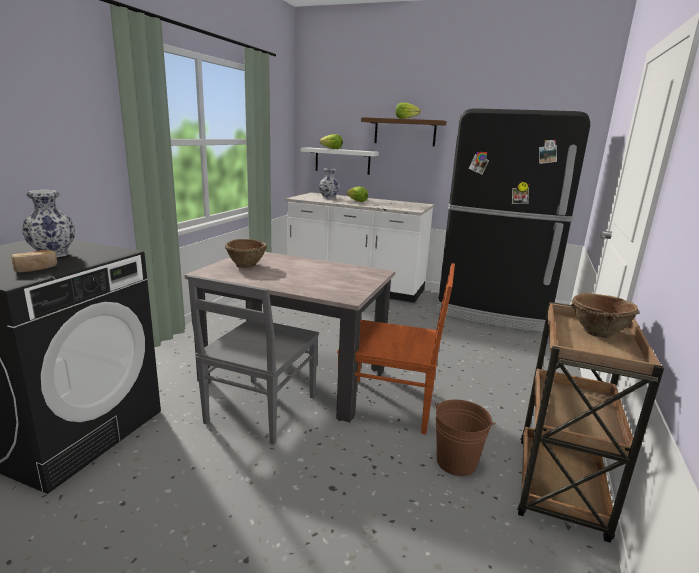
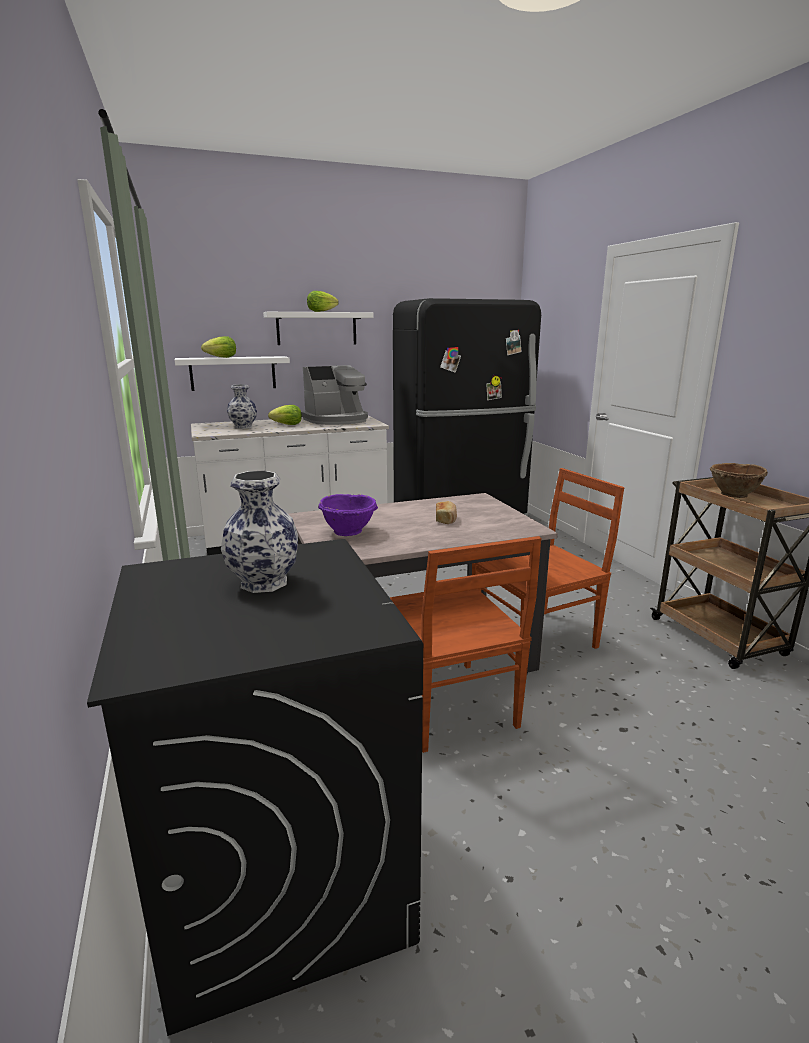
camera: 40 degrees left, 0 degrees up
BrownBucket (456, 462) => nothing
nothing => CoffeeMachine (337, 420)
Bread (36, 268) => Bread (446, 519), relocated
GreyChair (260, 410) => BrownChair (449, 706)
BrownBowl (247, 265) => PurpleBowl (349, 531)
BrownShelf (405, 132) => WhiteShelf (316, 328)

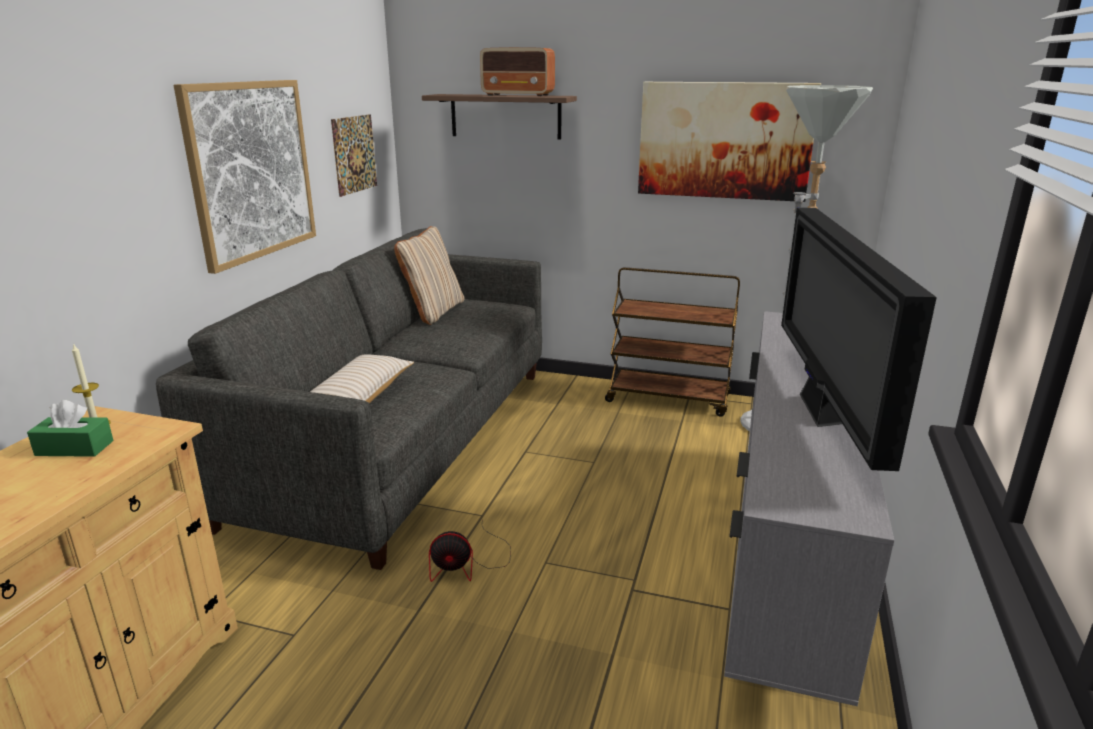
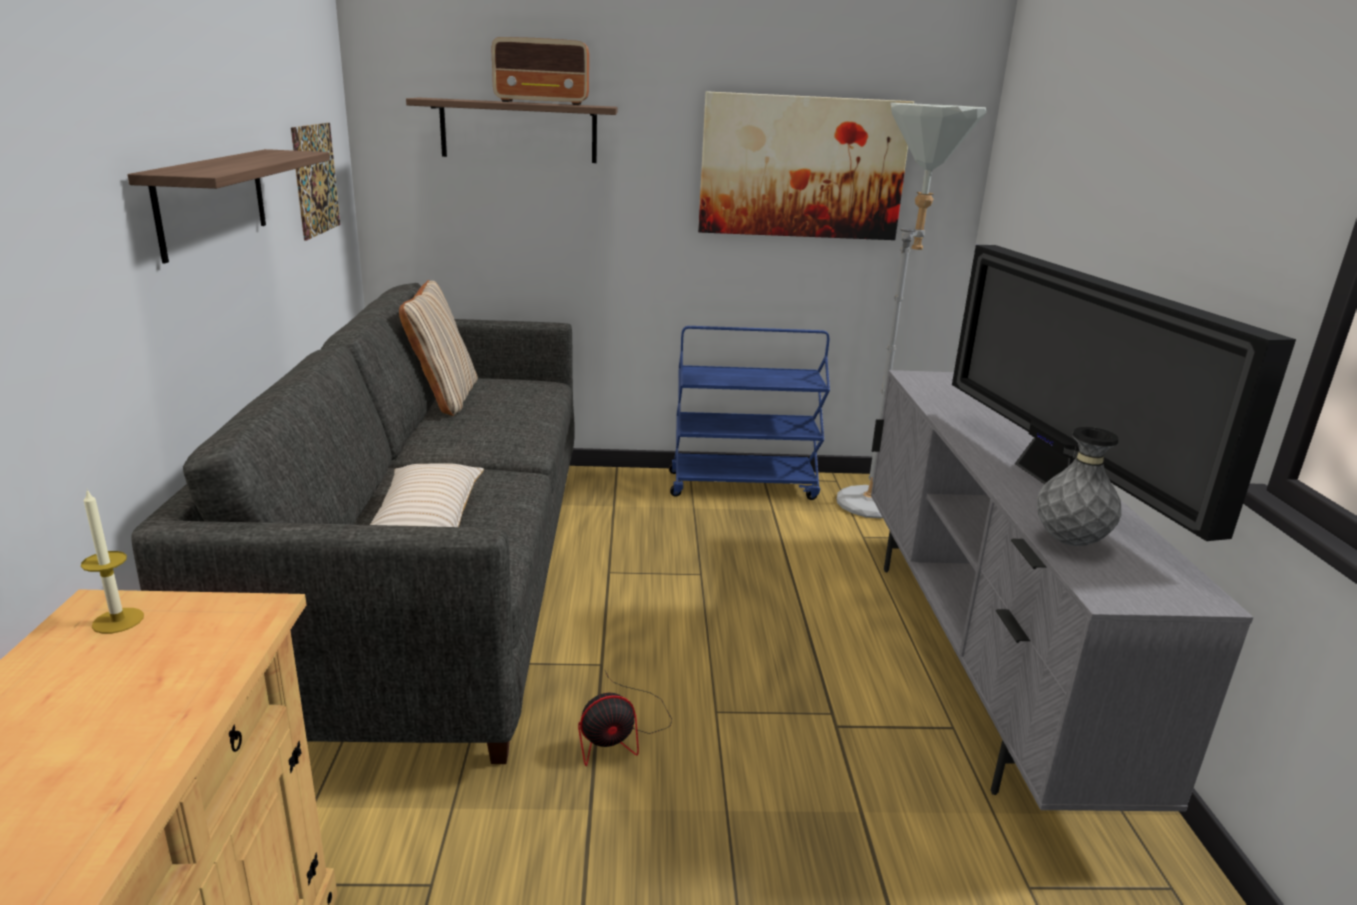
camera: 20 degrees left, 0 degrees up
GreenTissueBox (74, 448) => nothing
nothing => GreyVase (1069, 542)
Picture (251, 171) => Shelf (212, 201)
BrownCart (669, 399) => BlueCart (743, 485)

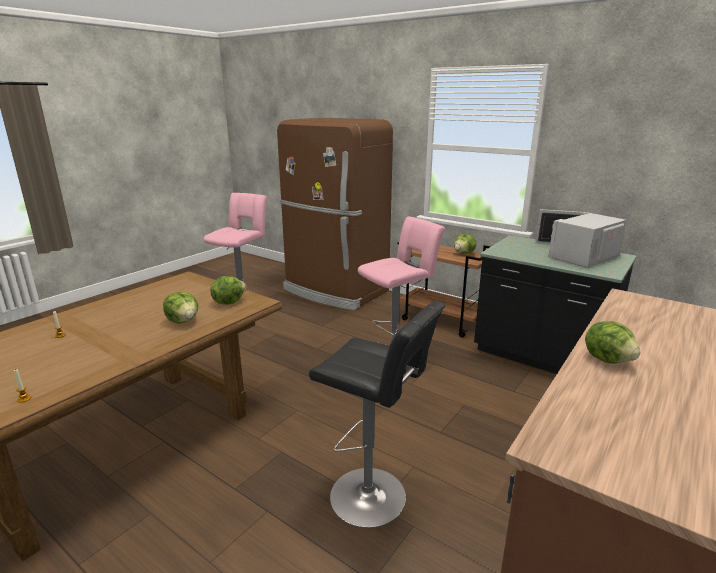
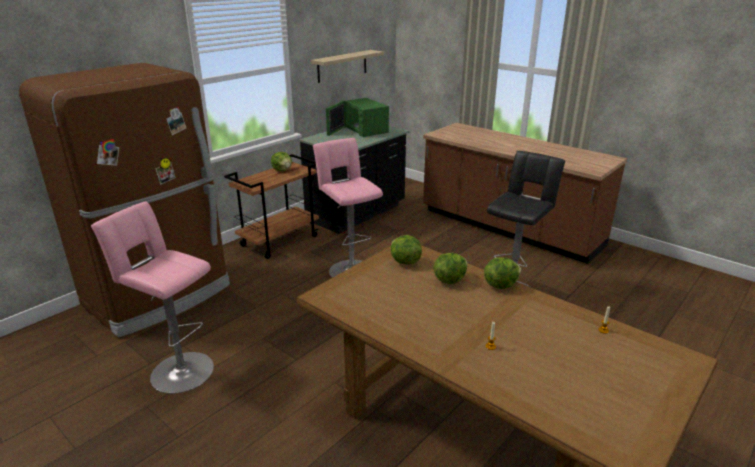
camera: 85 degrees left, 5 degrees up
nothing => Shelf (342, 66)
Lettuce (608, 359) => Lettuce (500, 285), relocated
WhiteMicrowave (582, 256) => GreenMicrowave (362, 130)

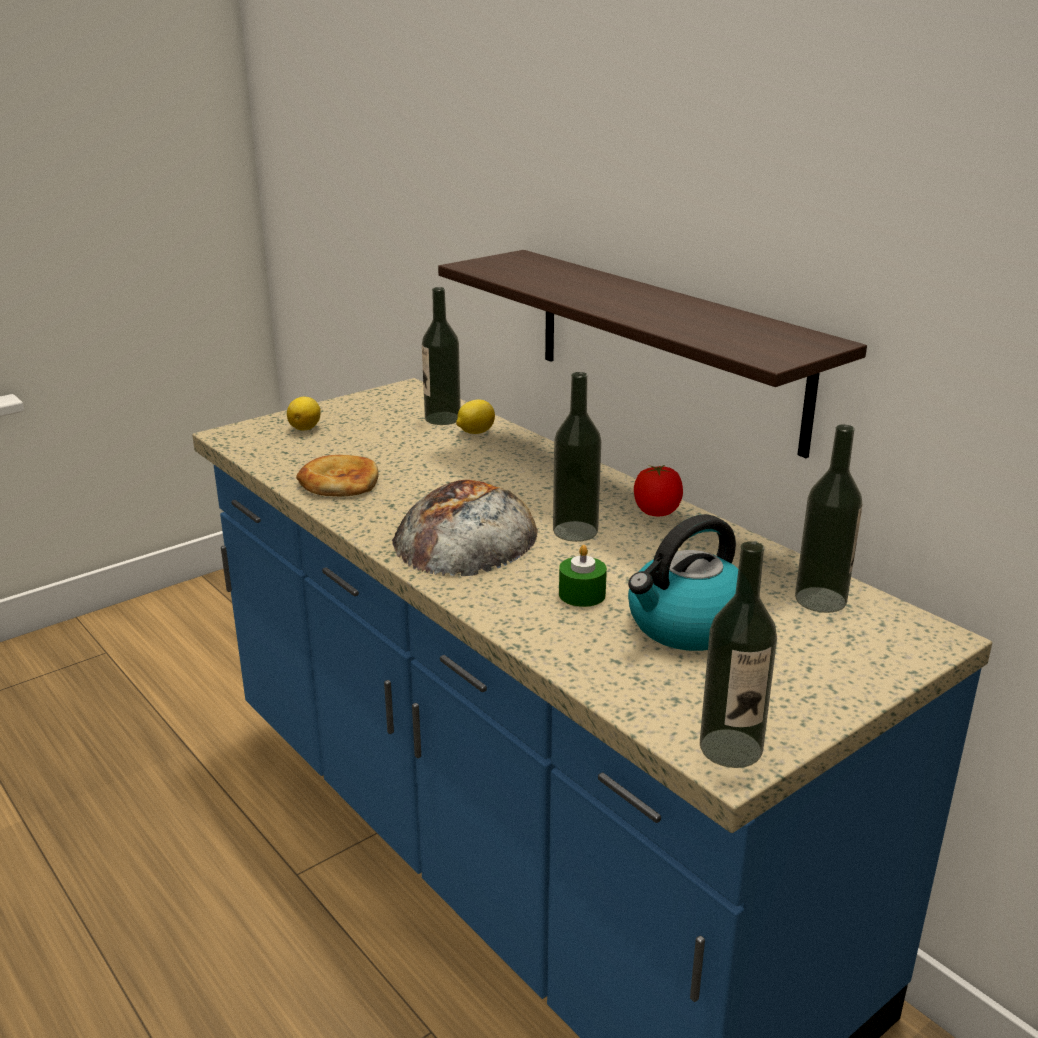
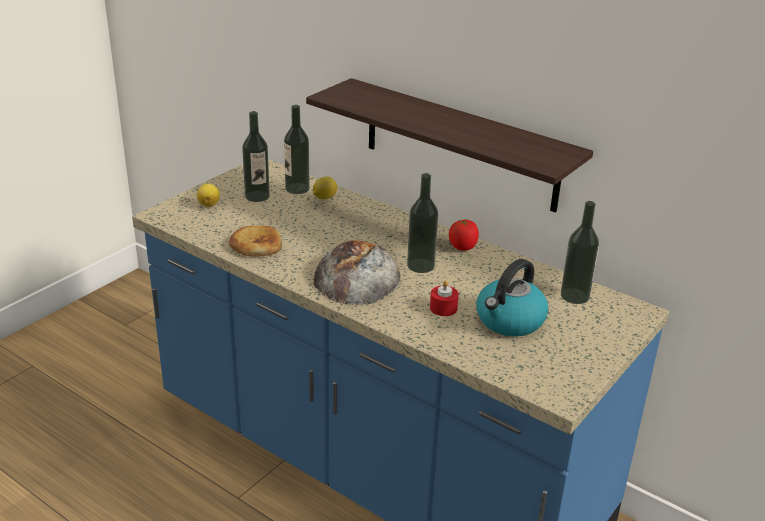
camera: 15 degrees left, 5 degrees up
Bottle (731, 748) => Bottle (257, 196), relocated
GreenCandle (582, 594) => RedCandle (443, 308)

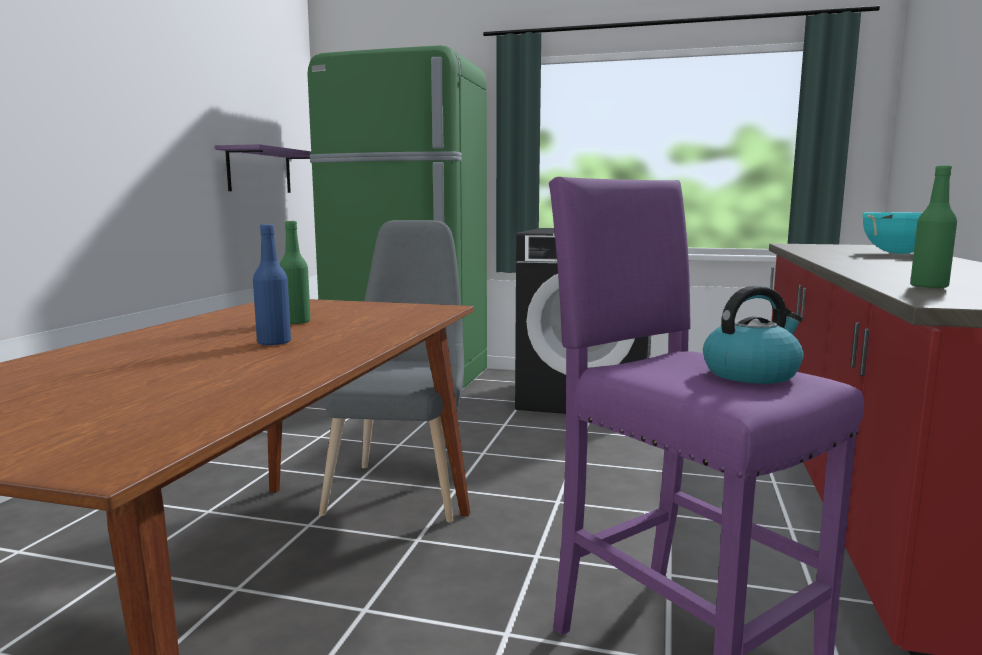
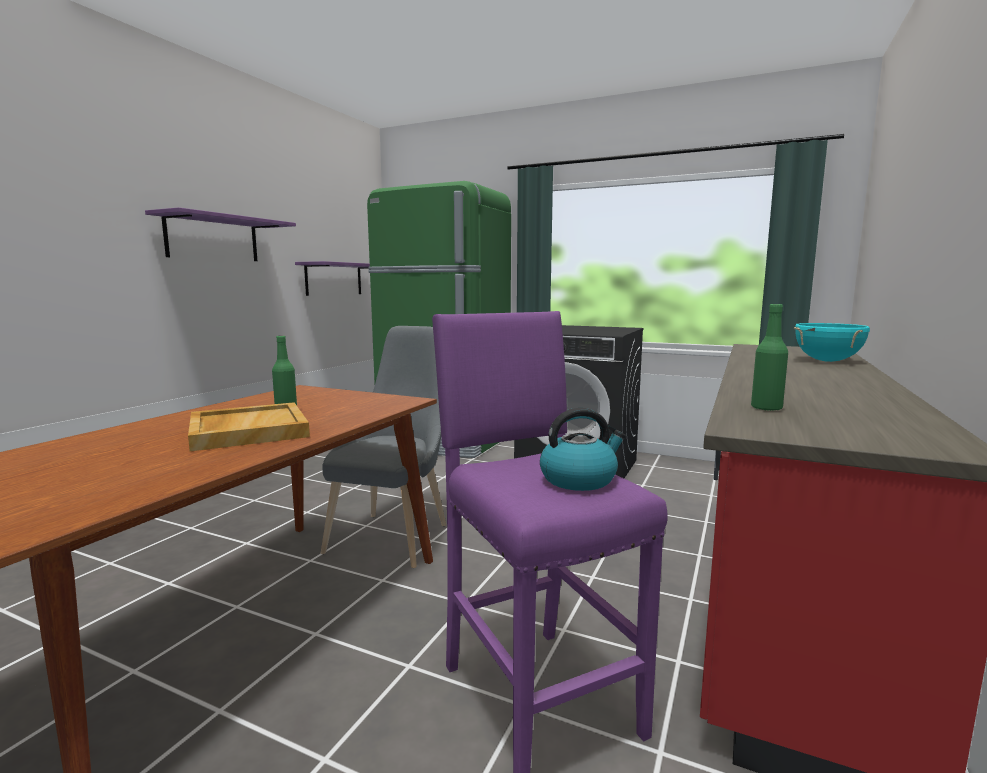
camera: 10 degrees right, 0 degrees up
nothing => PurpleShelf (213, 238)
BlueBottle (274, 343) => BeigeTray (247, 430)

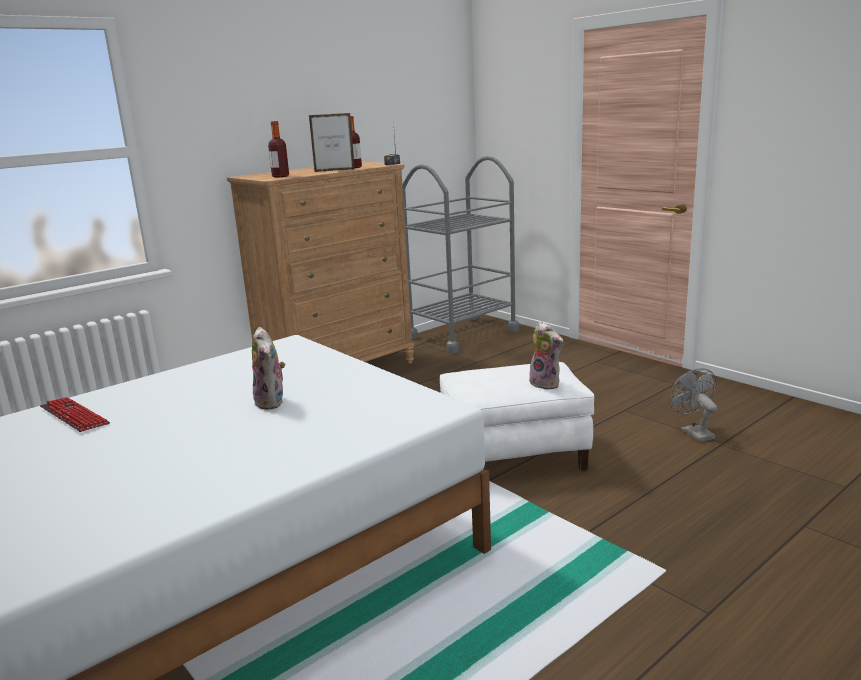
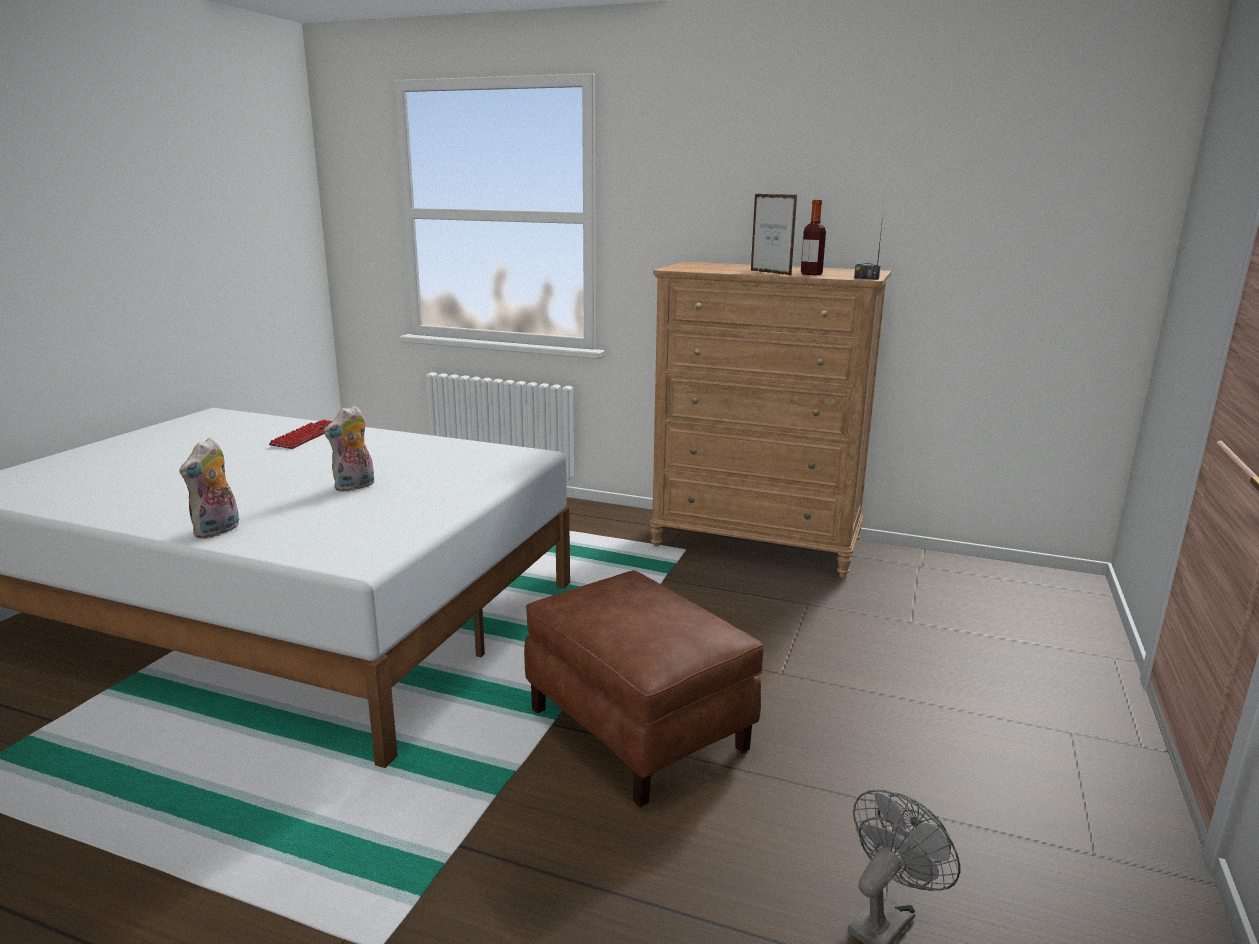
camera: 60 degrees right, 0 degrees up
Bottle (280, 176) => nothing
GreyCart (462, 334) => nothing
PlushToy (546, 384) => PlushToy (217, 531), relocated
WhiteOttoman (515, 455) => BrownOttoman (639, 729)

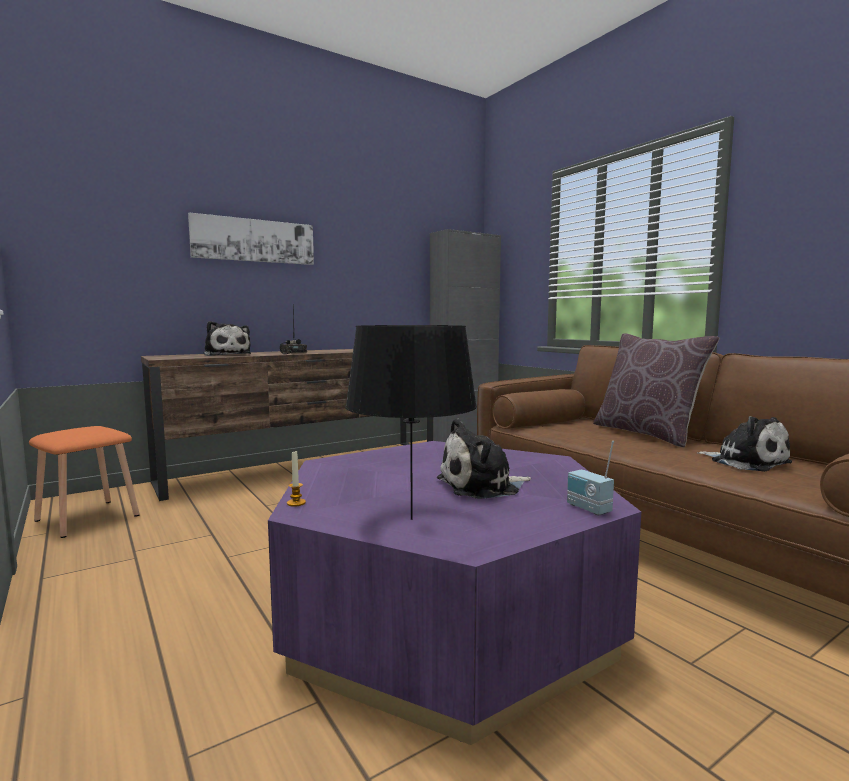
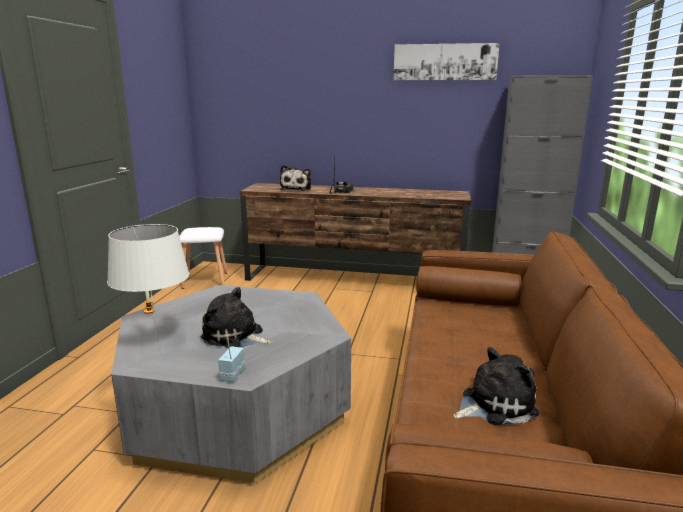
camera: 45 degrees right, 10 degrees up
BrownPillow (647, 433) => nothing
Picture (254, 240) => Picture (445, 62), relocated
OrangeStool (89, 517) => WhiteStool (206, 280)
PurpleCoffeeTable (447, 614) => GreyCoffeeTable (237, 409)
BlackTableLamp (411, 519) => WhiteTableLamp (156, 340)
PlushToy (746, 462) => PlushToy (494, 405), 120 degrees counterclockwise

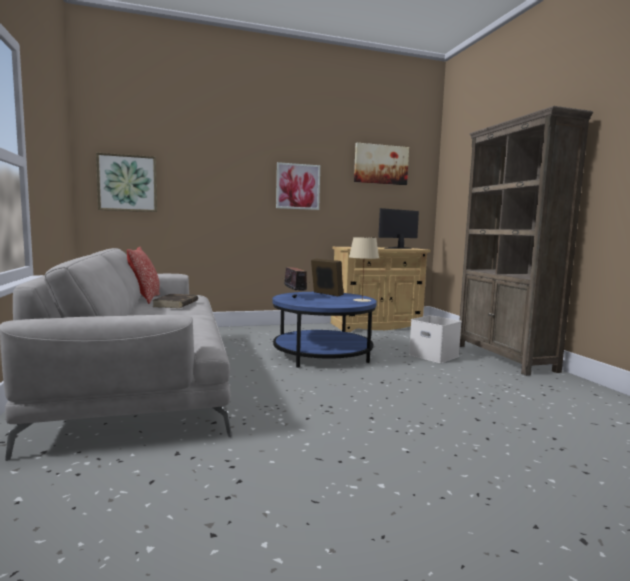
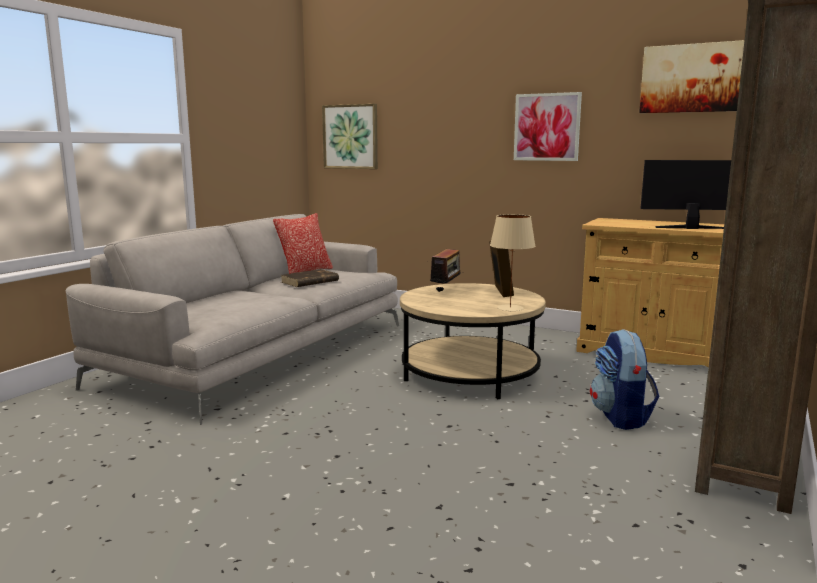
camera: 45 degrees right, 5 degrees up
WhiteStorageBox (435, 356) => Backpack (621, 417)
BlueCoffeeTable (322, 354) => BeigeCoffeeTable (470, 373)

